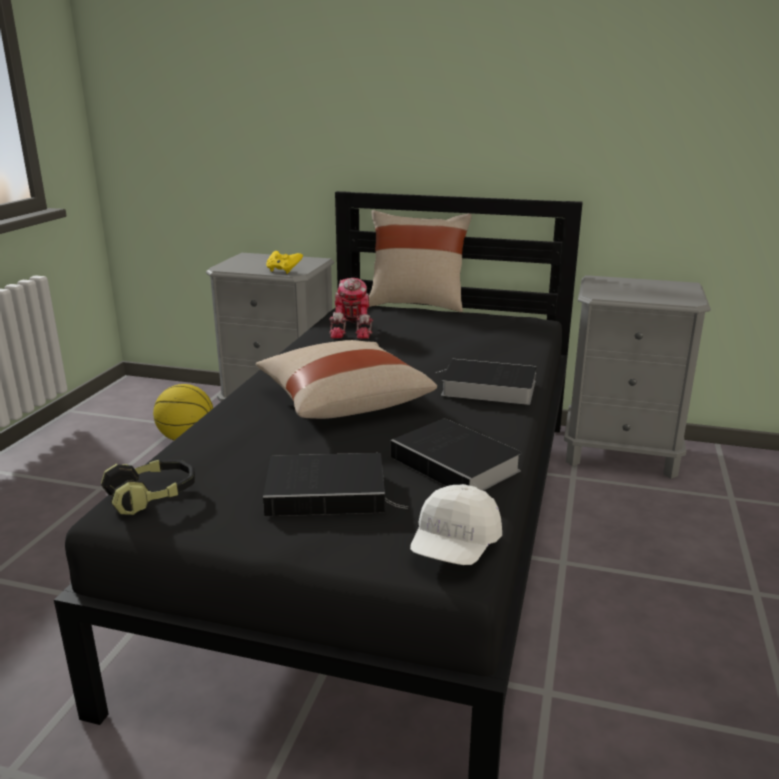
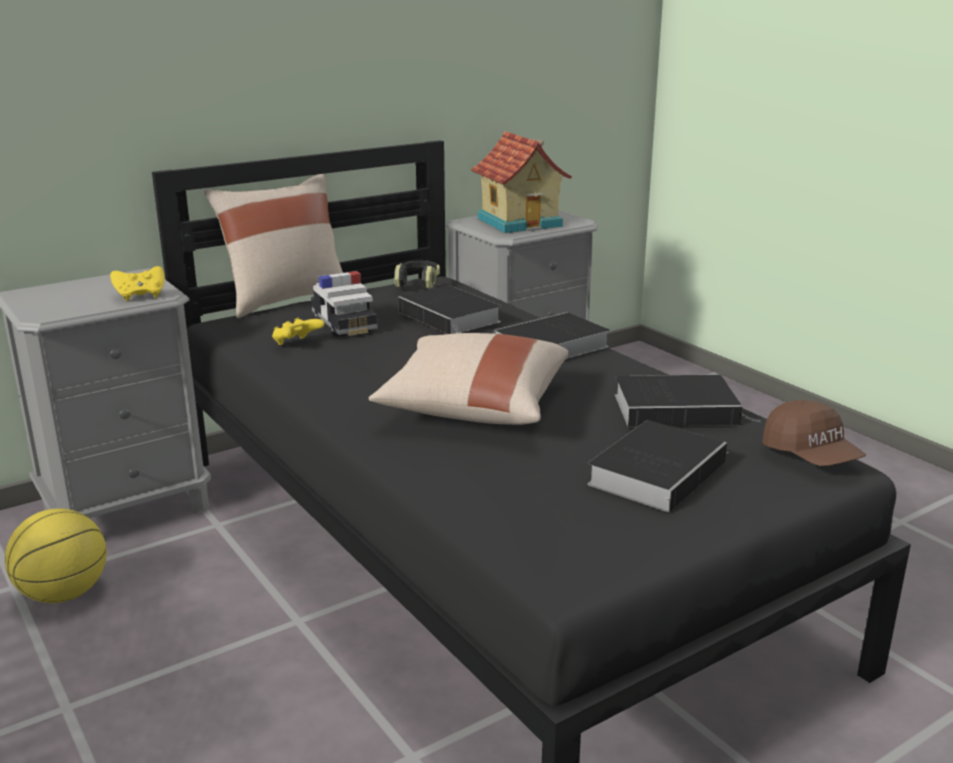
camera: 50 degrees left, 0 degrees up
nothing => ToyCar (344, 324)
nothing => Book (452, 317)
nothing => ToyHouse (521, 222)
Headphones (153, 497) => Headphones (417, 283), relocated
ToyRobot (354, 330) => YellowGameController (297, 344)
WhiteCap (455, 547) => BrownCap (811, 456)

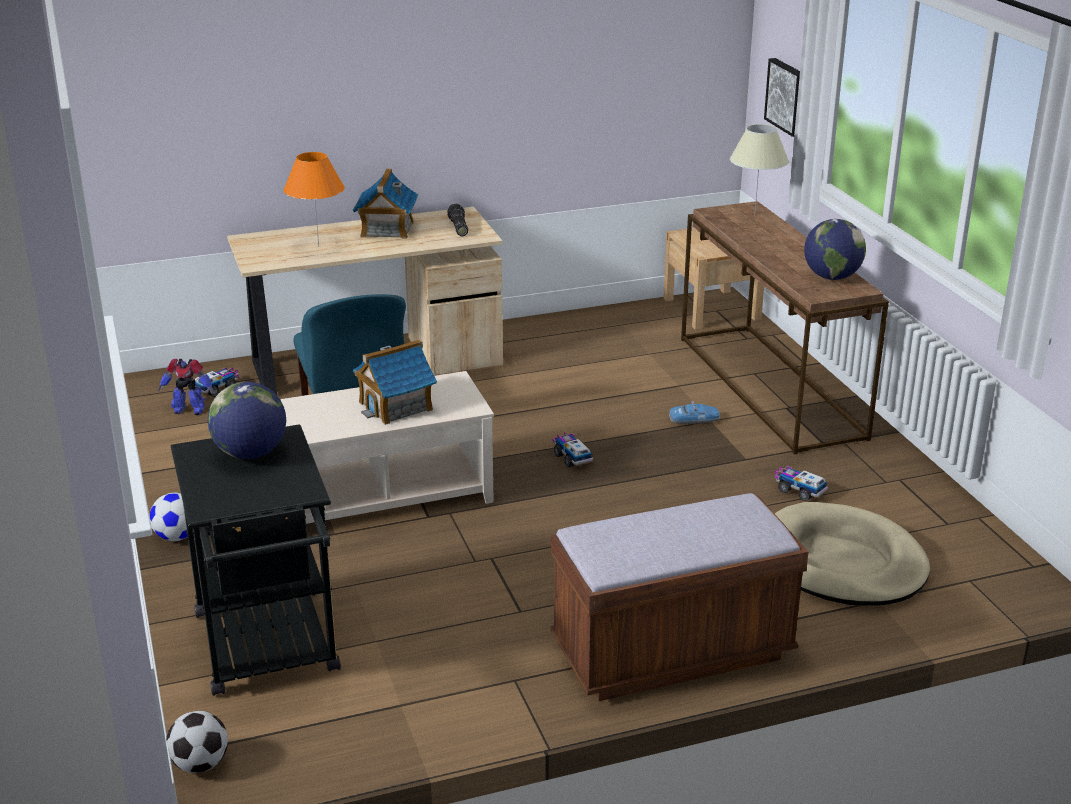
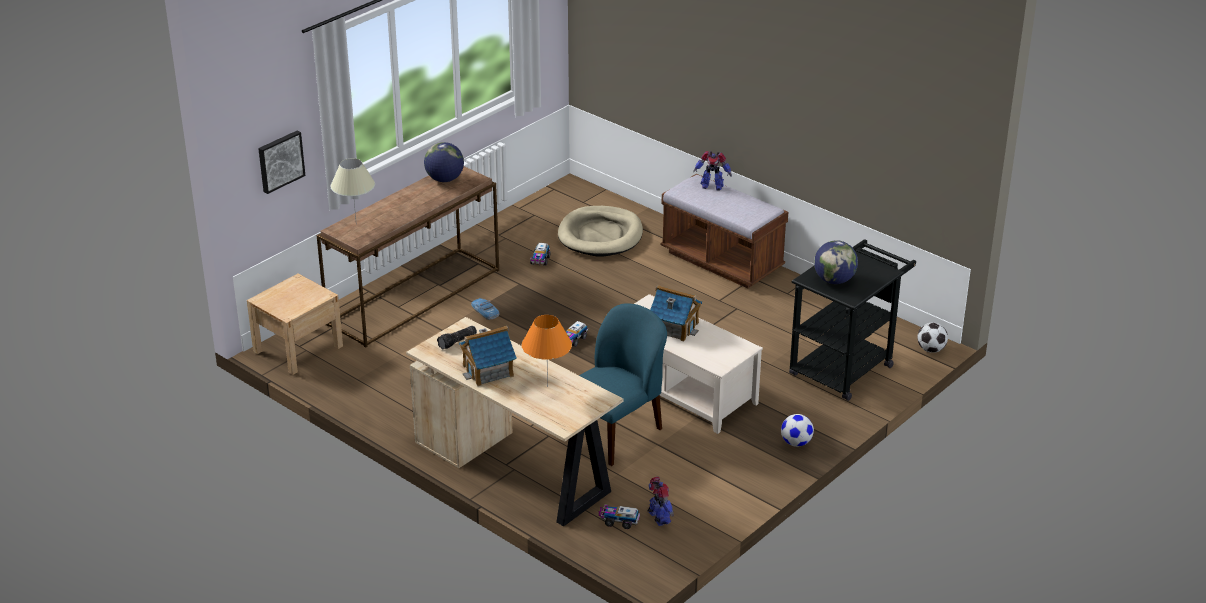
camera: 120 degrees left, 5 degrees up
nothing => ToyRobot (712, 186)

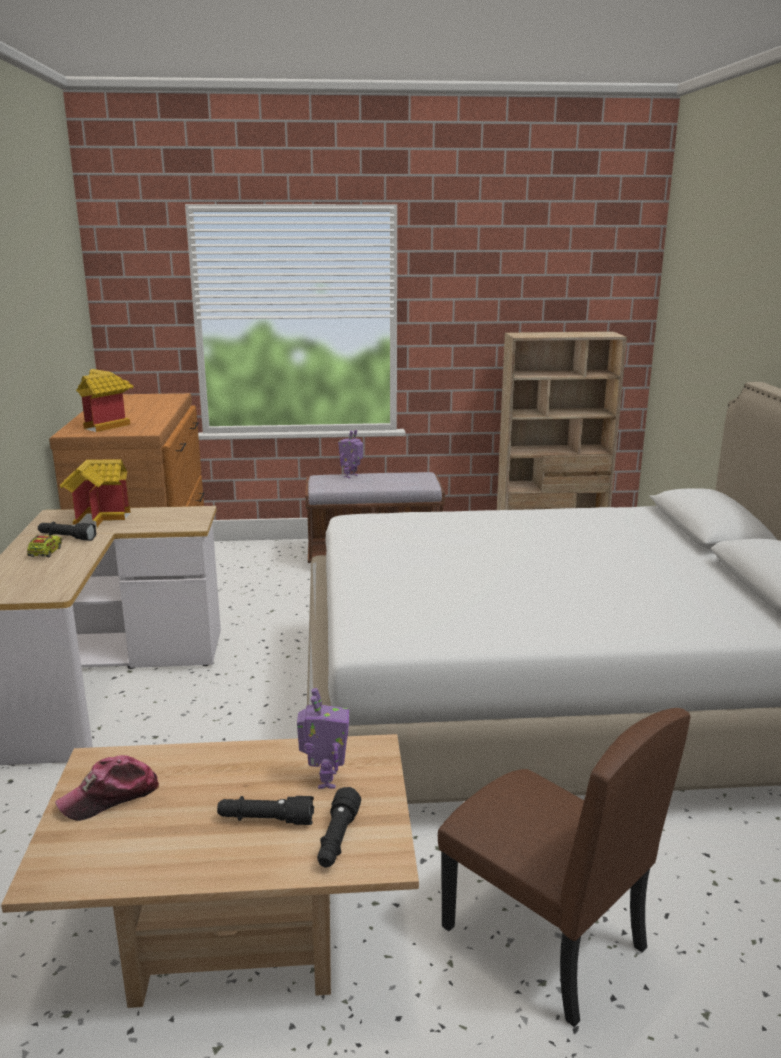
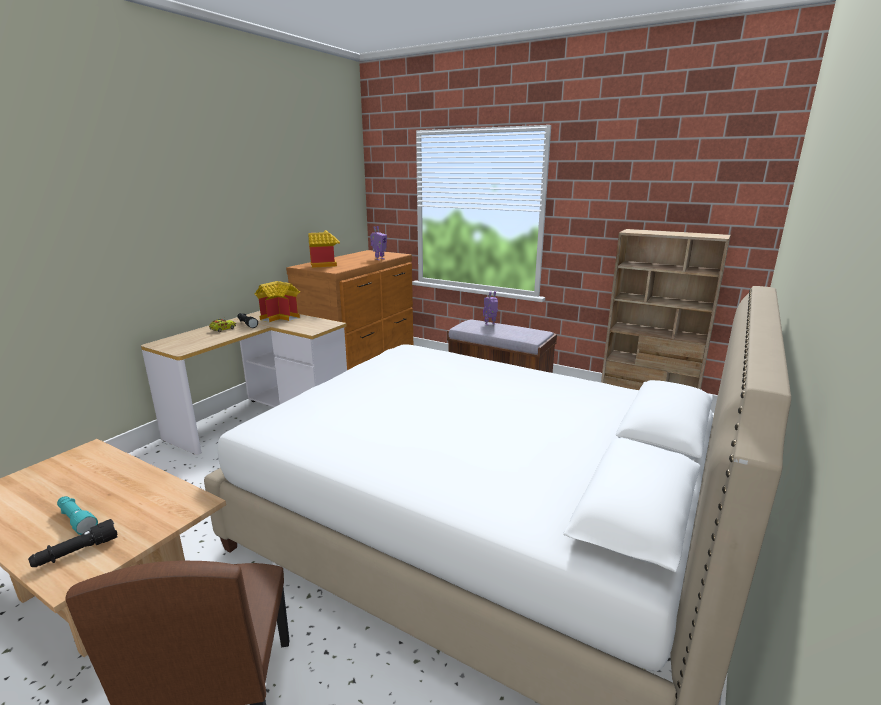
camera: 35 degrees right, 0 degrees up
Cap (110, 796) => nothing
ToyRobot (325, 780) => ToyRobot (379, 259), relocated
BlackFlashlight (266, 820) => TurquoiseFlashlight (76, 520)

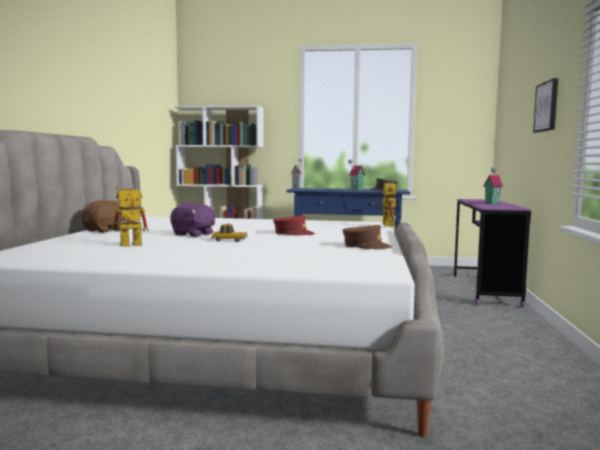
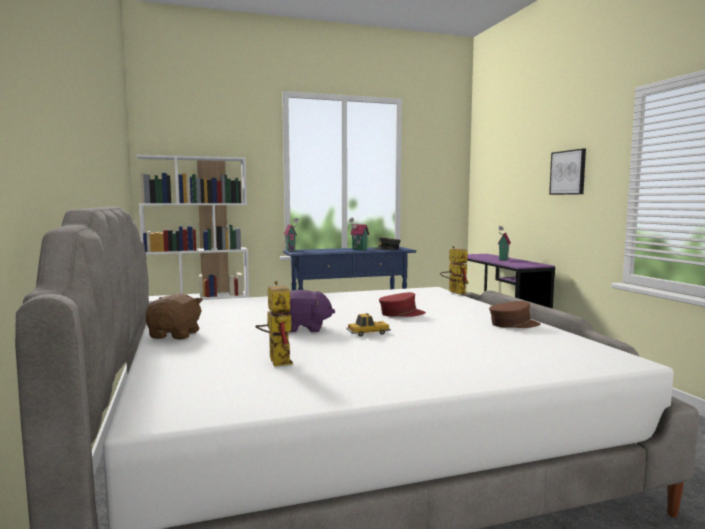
camera: 25 degrees left, 0 degrees up
ToyRobot (125, 245) => ToyRobot (276, 359), 120 degrees clockwise

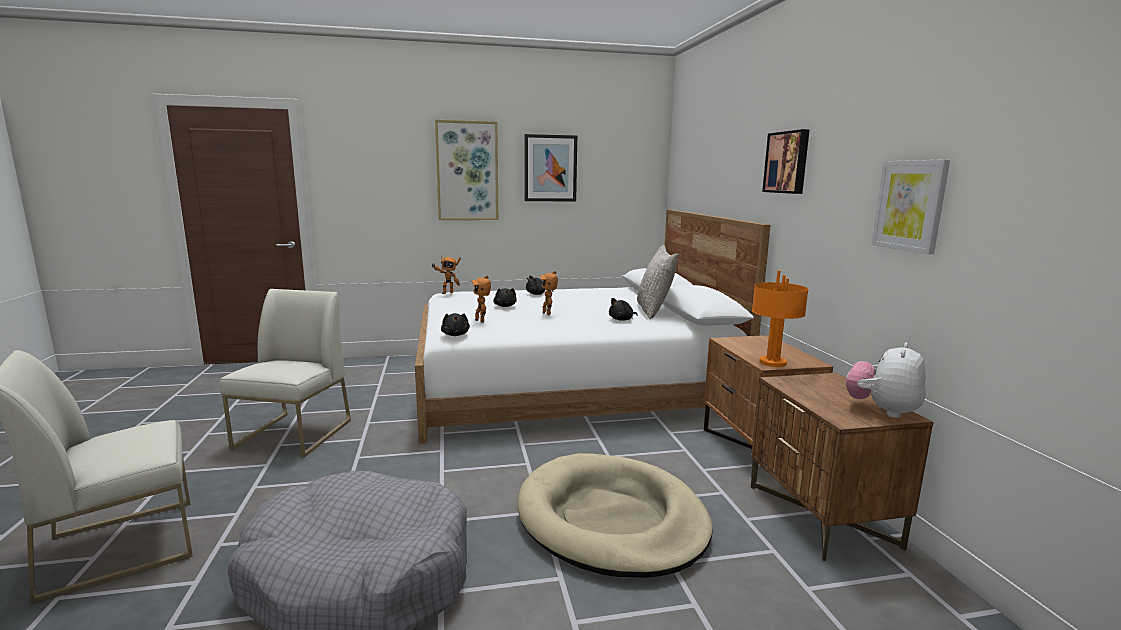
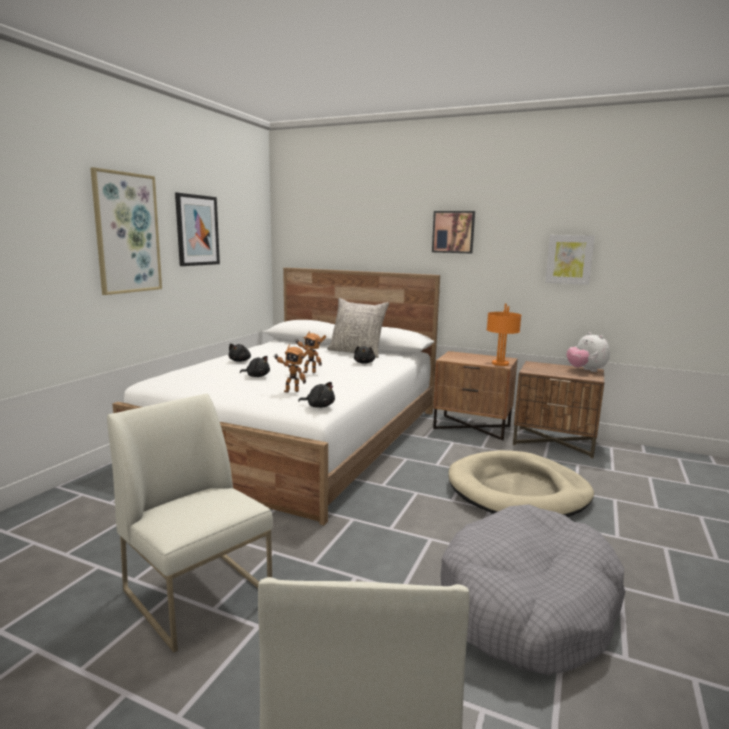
camera: 55 degrees left, 0 degrees up
ToyRobot (447, 293) => nothing

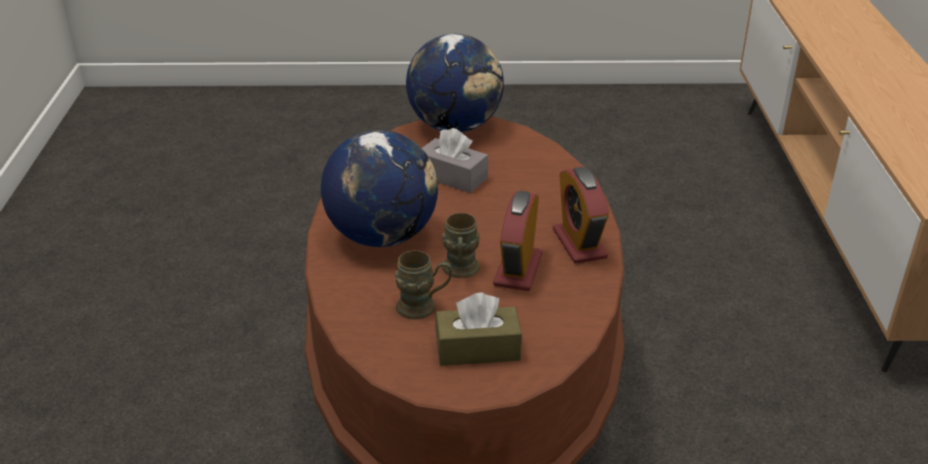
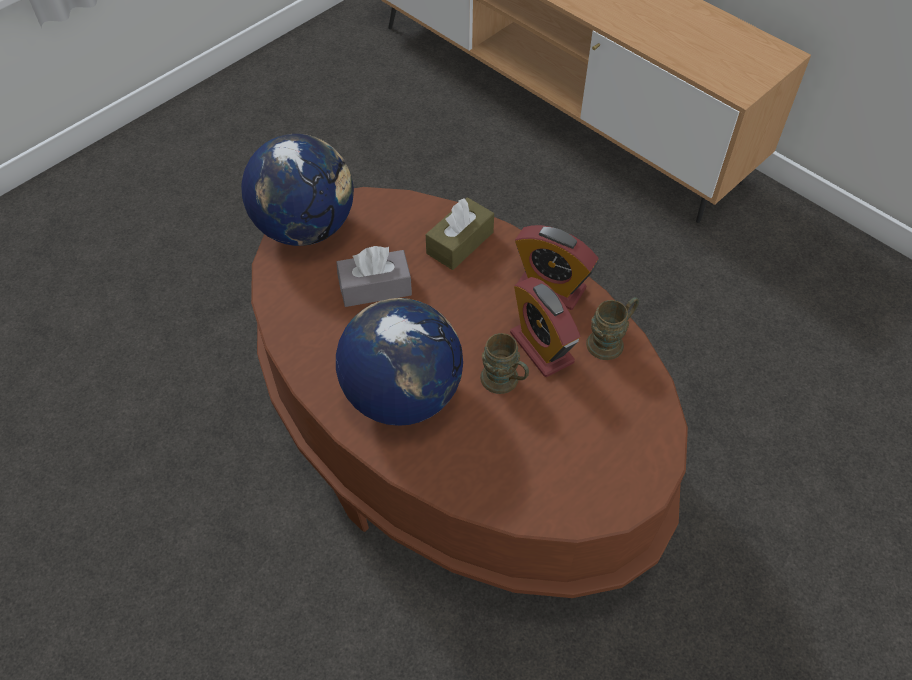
camera: 45 degrees left, 20 degrees up
BrownMug (424, 307) => BrownMug (610, 341), relocated
BrownTissueBox (478, 349) => BrownTissueBox (460, 243), relocated

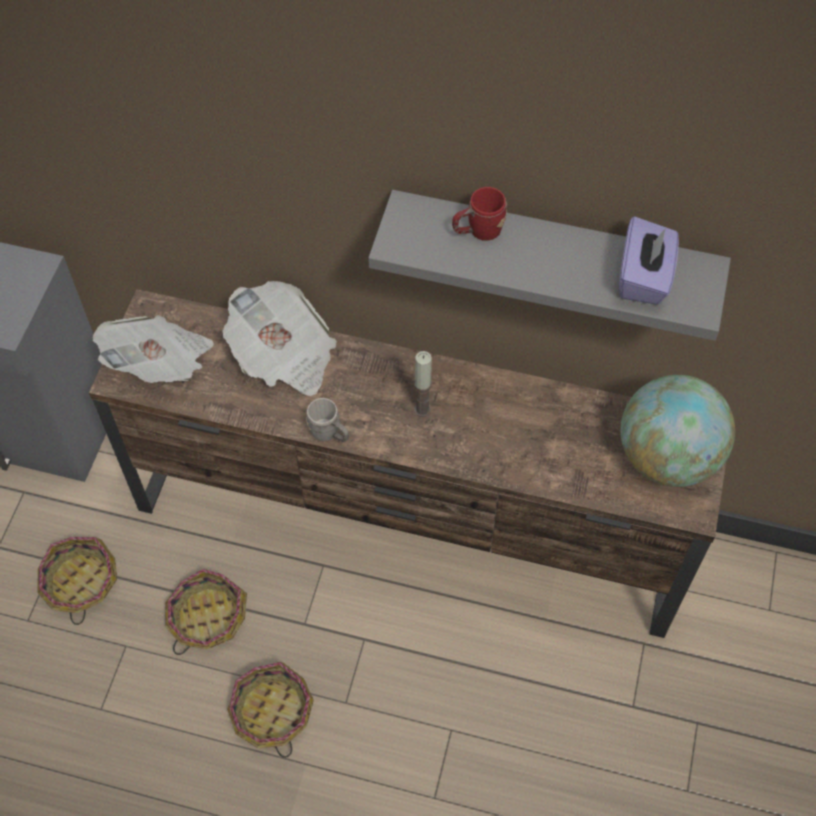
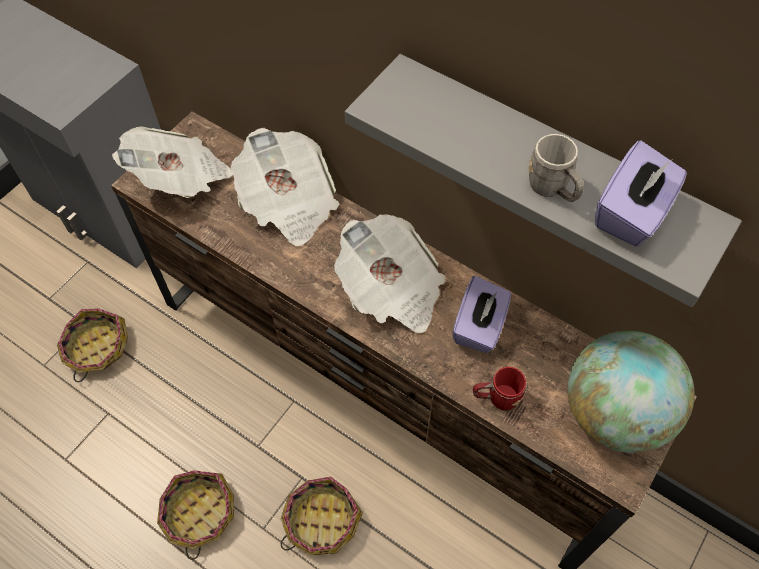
camera: 20 degrees right, 0 degrees up
nothing => PurpleTissueBox (479, 326)
Basket (206, 617) => Basket (320, 520), relocated
GreyMug (329, 434) => GreyMug (552, 189), relocated
RedMug (478, 231) => RedMug (496, 398), relocated
Candle (422, 409) => Newspaper (391, 290)

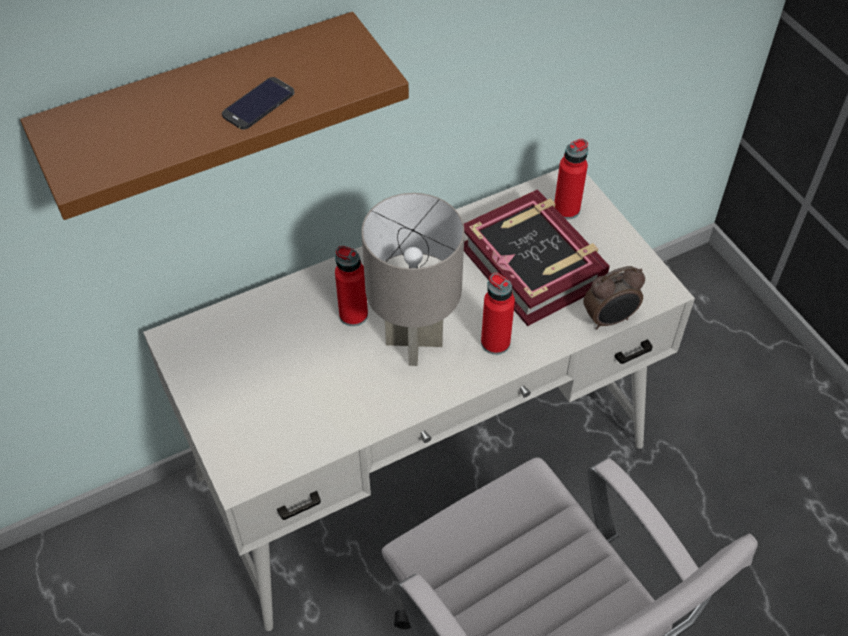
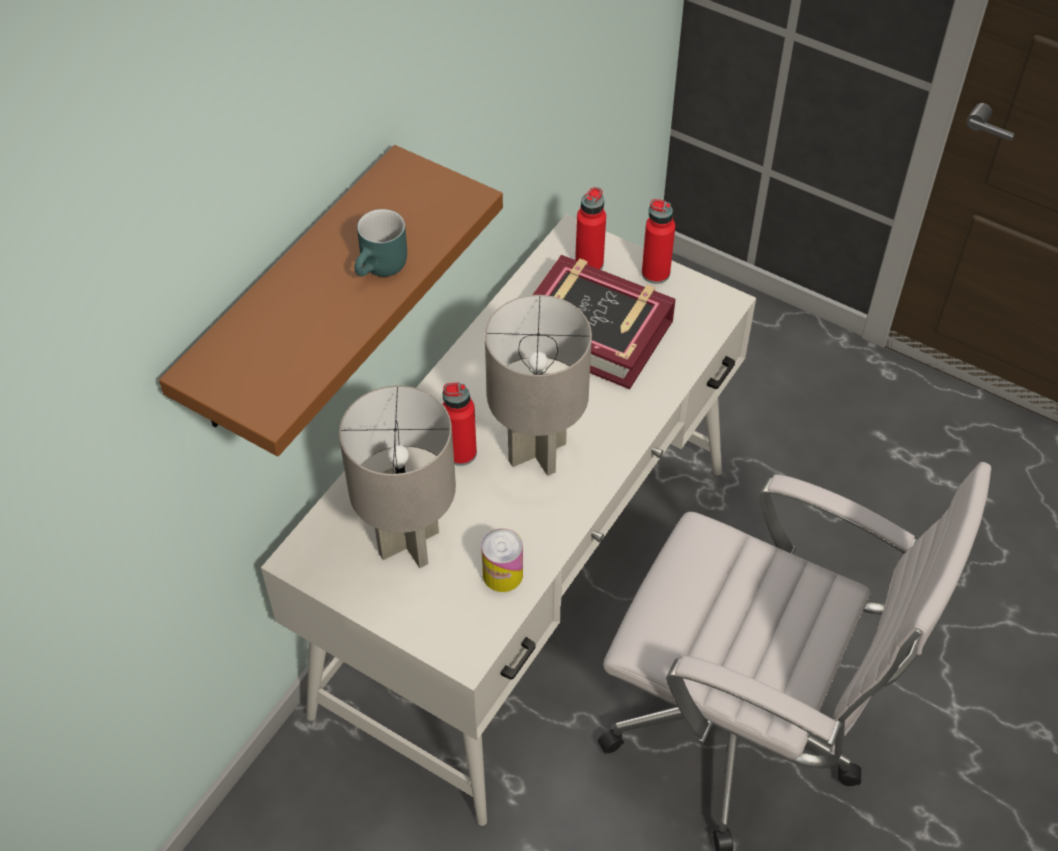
camera: 30 degrees left, 0 degrees up
AlarmClock (609, 319) => nothing
nothing => GreyTableLamp (410, 543)
nothing => Can (502, 574)
RedBottle (495, 343) => RedBottle (655, 273), relocated
Phone (258, 104) => TurquoiseMug (383, 268)

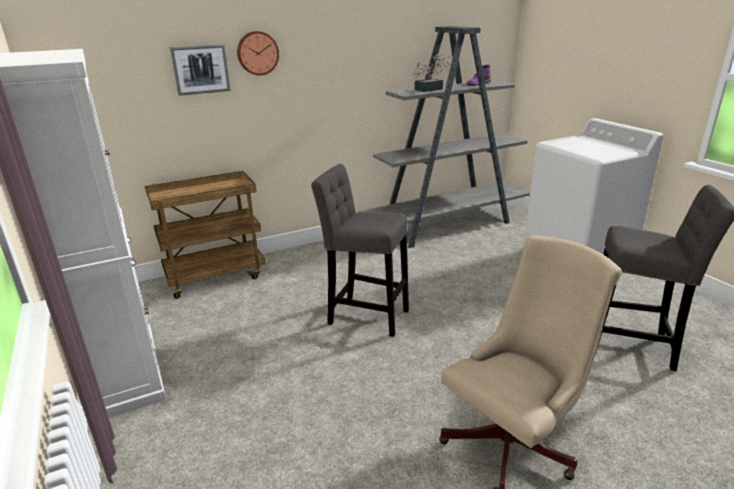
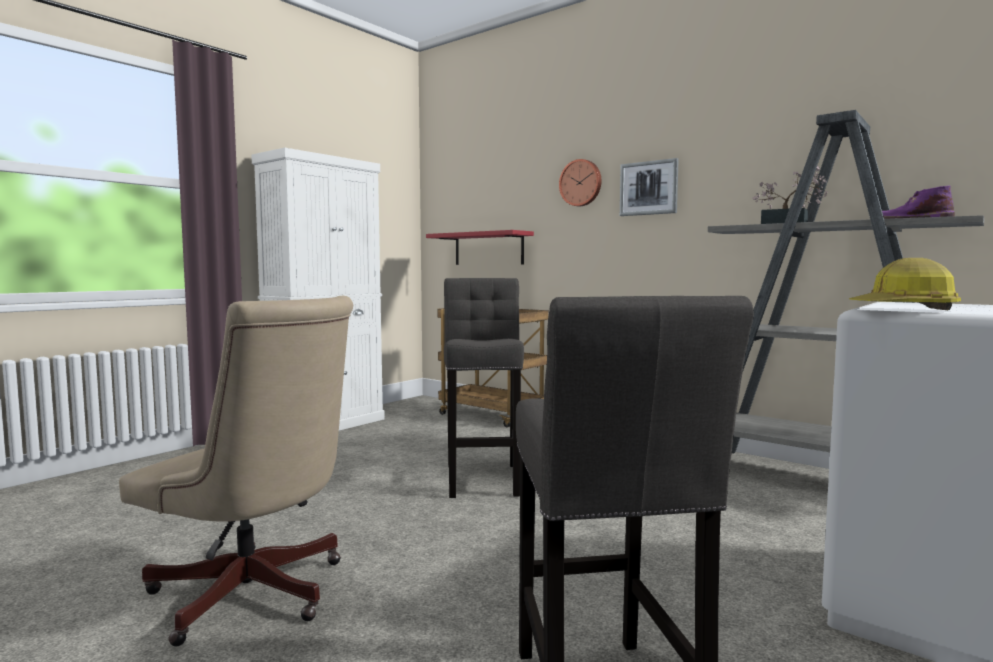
camera: 65 degrees right, 20 degrees down
nothing => RedShelf (488, 249)
nothing => HardHat (905, 310)
Picture (201, 69) => Picture (649, 188), relocated

